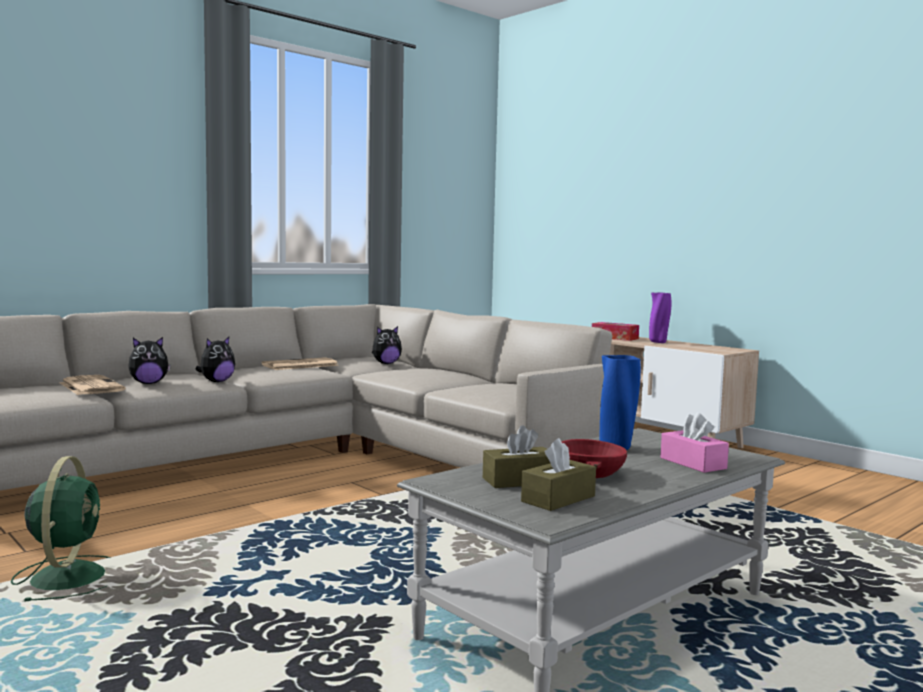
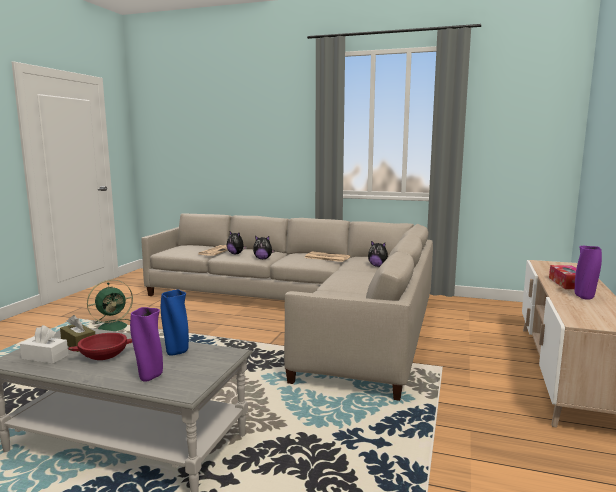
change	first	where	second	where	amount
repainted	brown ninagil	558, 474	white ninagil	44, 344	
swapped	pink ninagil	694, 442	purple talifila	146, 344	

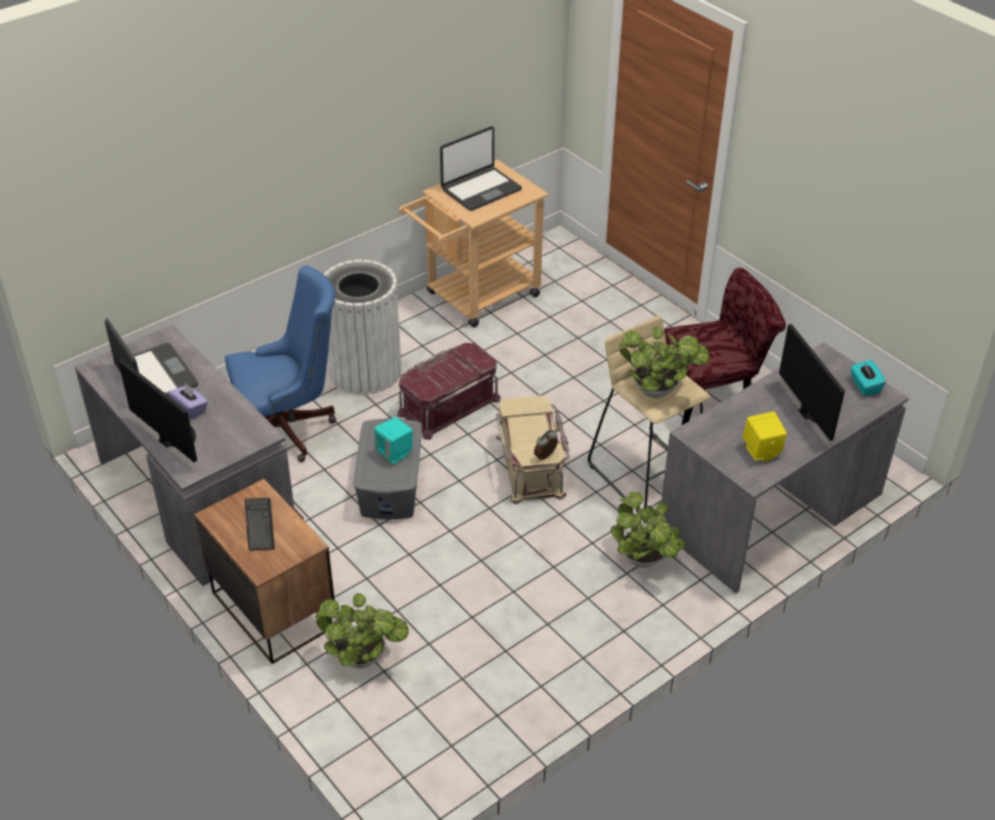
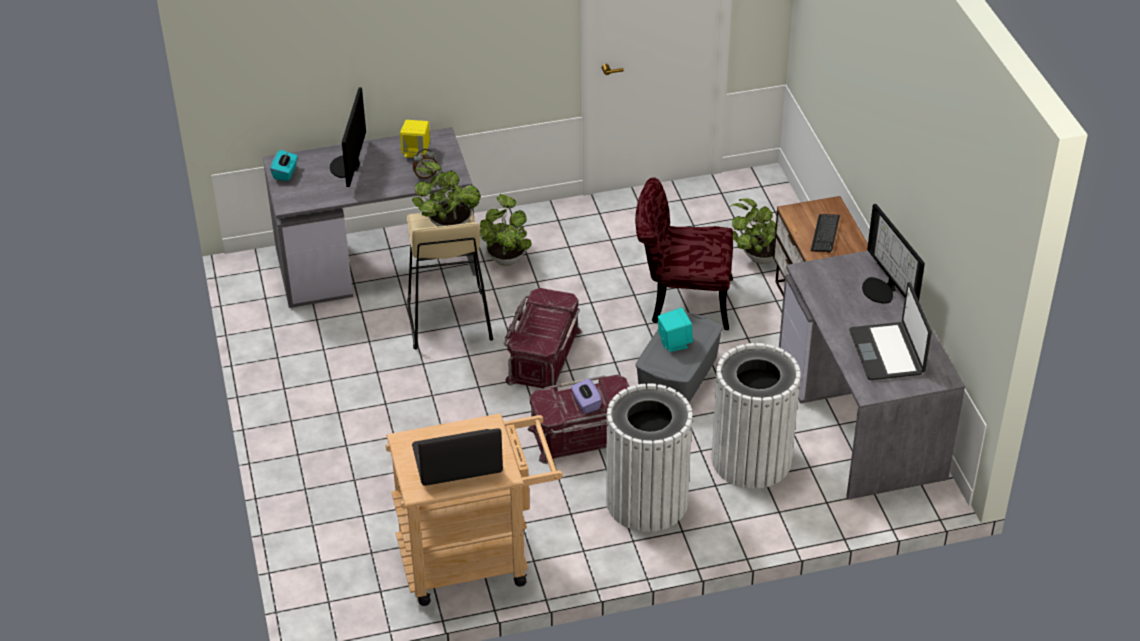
change	first	where	second	where	amount
shifted	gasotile	546, 445		425, 164	
repainted	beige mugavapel	533, 450	red mugavapel	543, 340	
shifted	purple ninagil	188, 401		586, 396	
shifted	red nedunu	725, 347		684, 253	
swapped	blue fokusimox	280, 364	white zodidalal	756, 416	

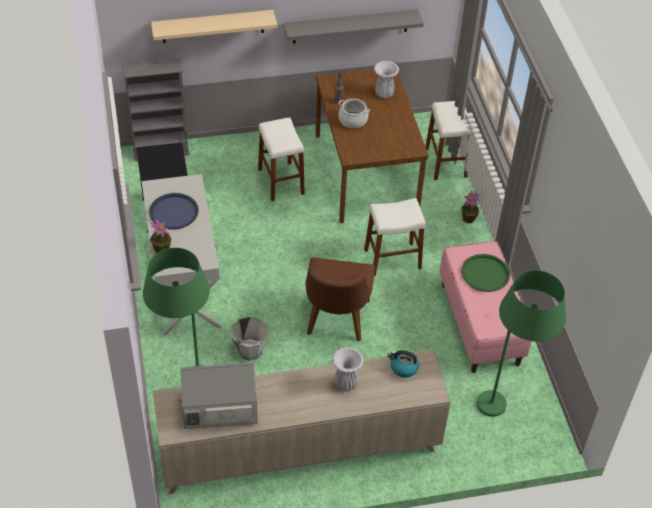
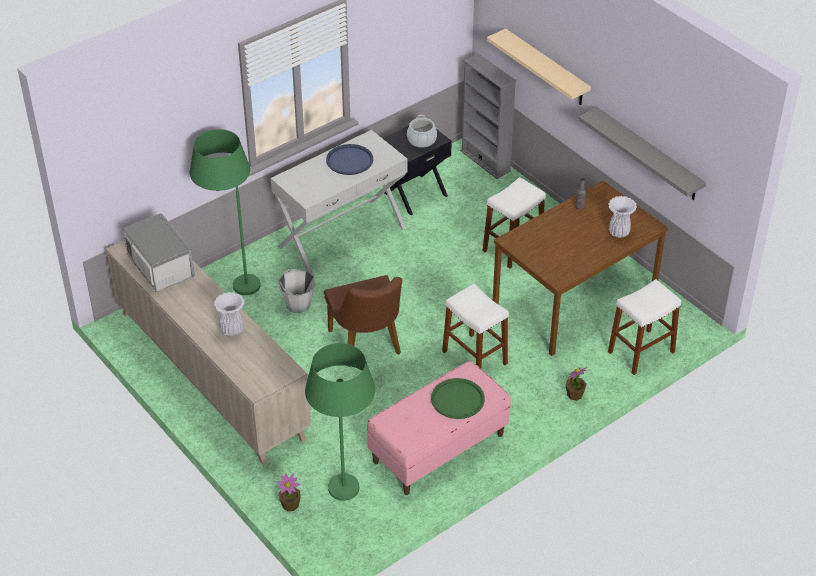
change	first	where	second	where	amount
shifted	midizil	160, 236		289, 492	
rotated	brown nedunu	340, 299		363, 321	90 degrees counterclockwise
shifted	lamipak	354, 113		422, 131	
gone	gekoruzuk	403, 364			

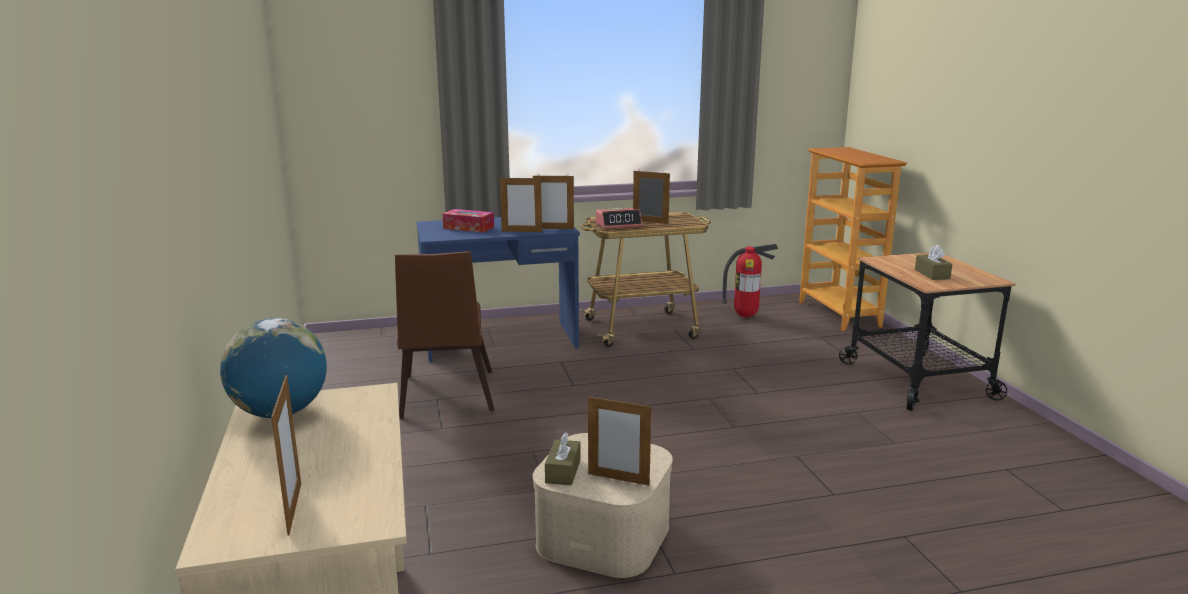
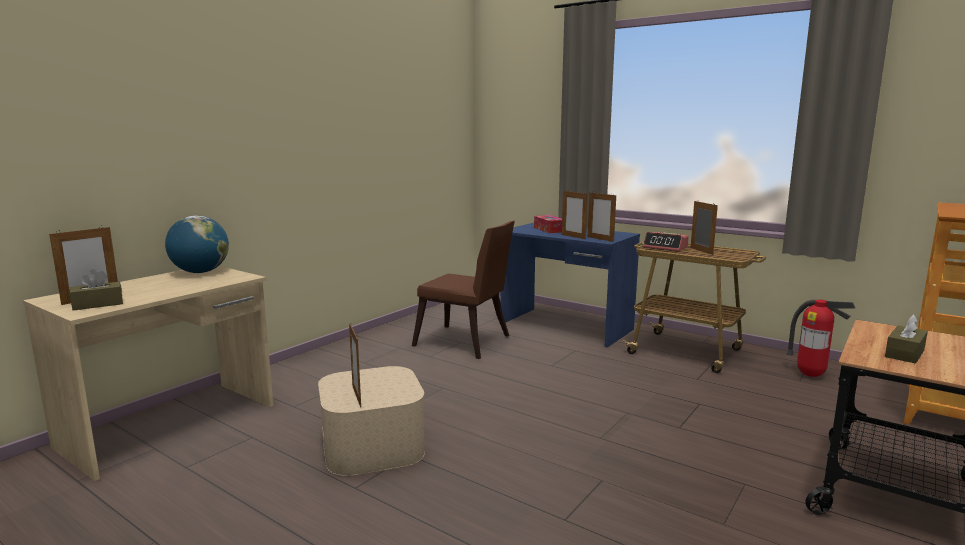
change	first	where	second	where	amount
shifted	brown ninagil	563, 458		96, 289	
rotated	brown nedunu	444, 335		463, 290	105 degrees counterclockwise

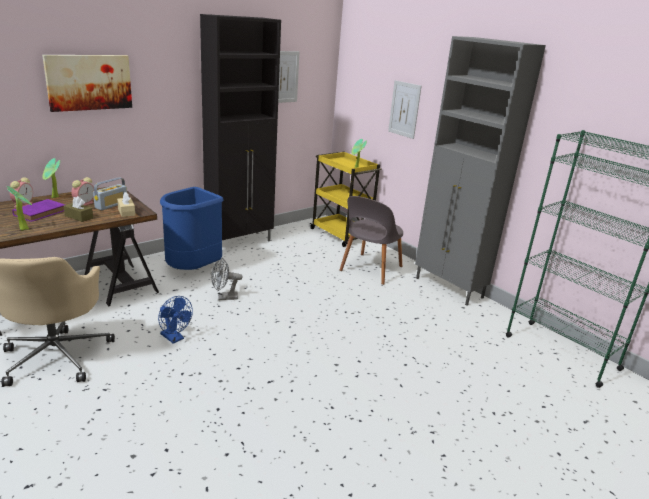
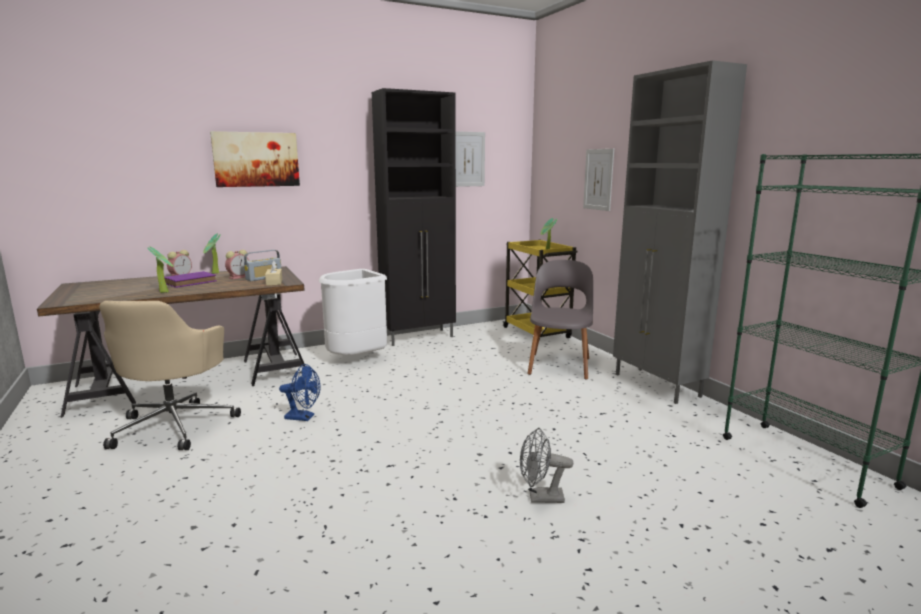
change	first	where	second	where	amount
rotated	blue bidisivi	175, 320		299, 392	45 degrees counterclockwise
repainted	blue zodidalal	192, 228	white zodidalal	353, 312	
shifted	grey bidisivi	227, 279		546, 465	
rotated	grey nedunu	371, 240		561, 320	150 degrees clockwise
gone	brown ninagil	78, 209			

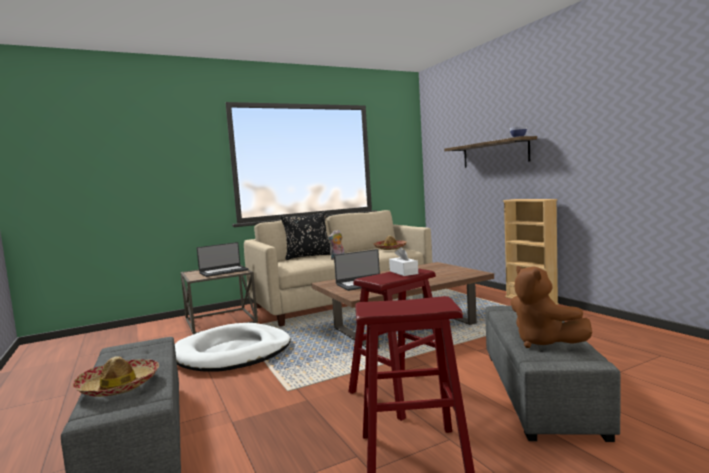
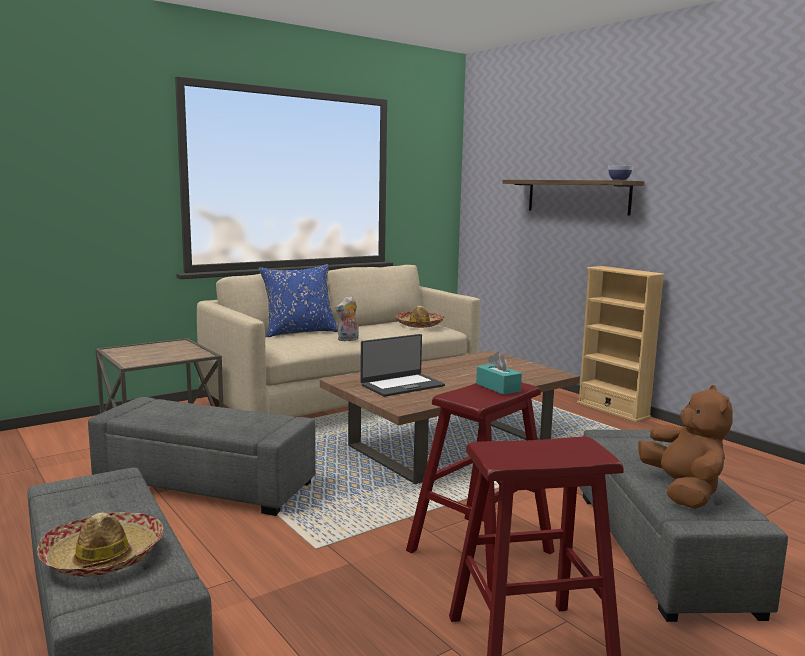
change	first	where	second	where	amount
swapped	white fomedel	233, 347	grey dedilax	202, 456	
repainted	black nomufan	305, 235	blue nomufan	298, 300	
repainted	white ninagil	403, 261	turquoise ninagil	499, 373	
rotated	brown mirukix	551, 307		685, 447	150 degrees counterclockwise
gone	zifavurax	223, 259			

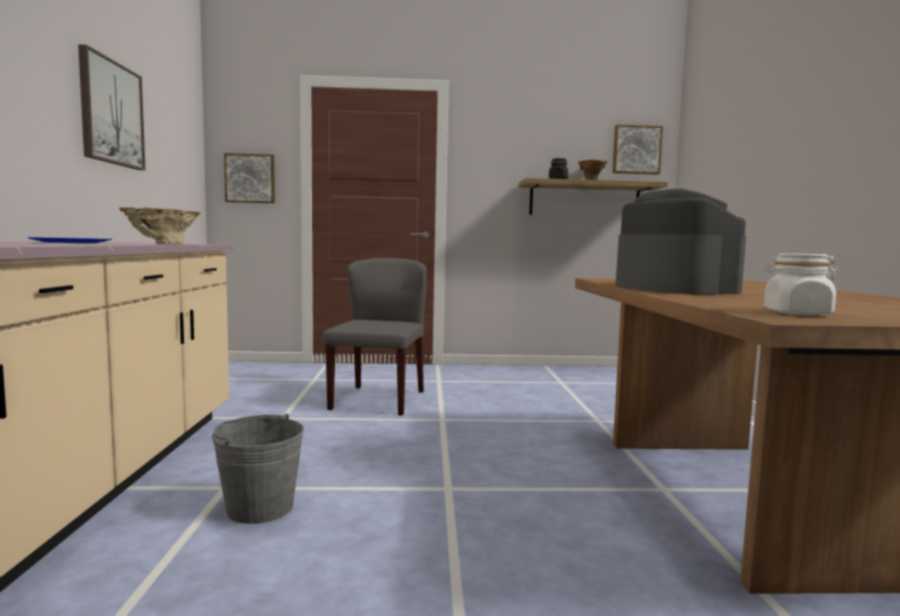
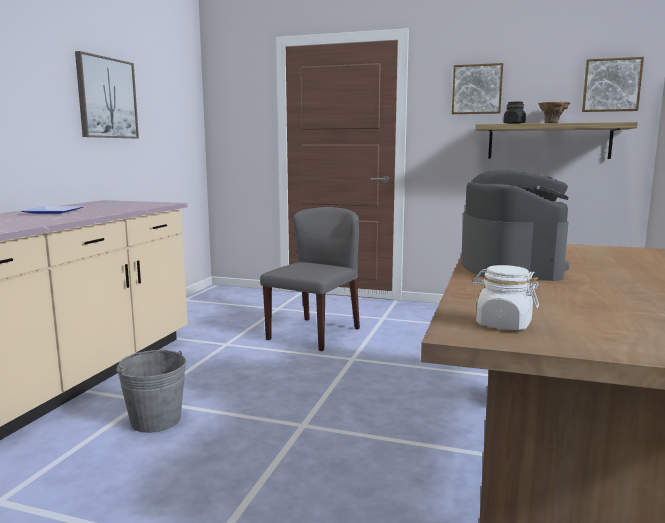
change	first	where	second	where	amount
shifted	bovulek	249, 178		477, 88	
gone	beige talifila	159, 225			

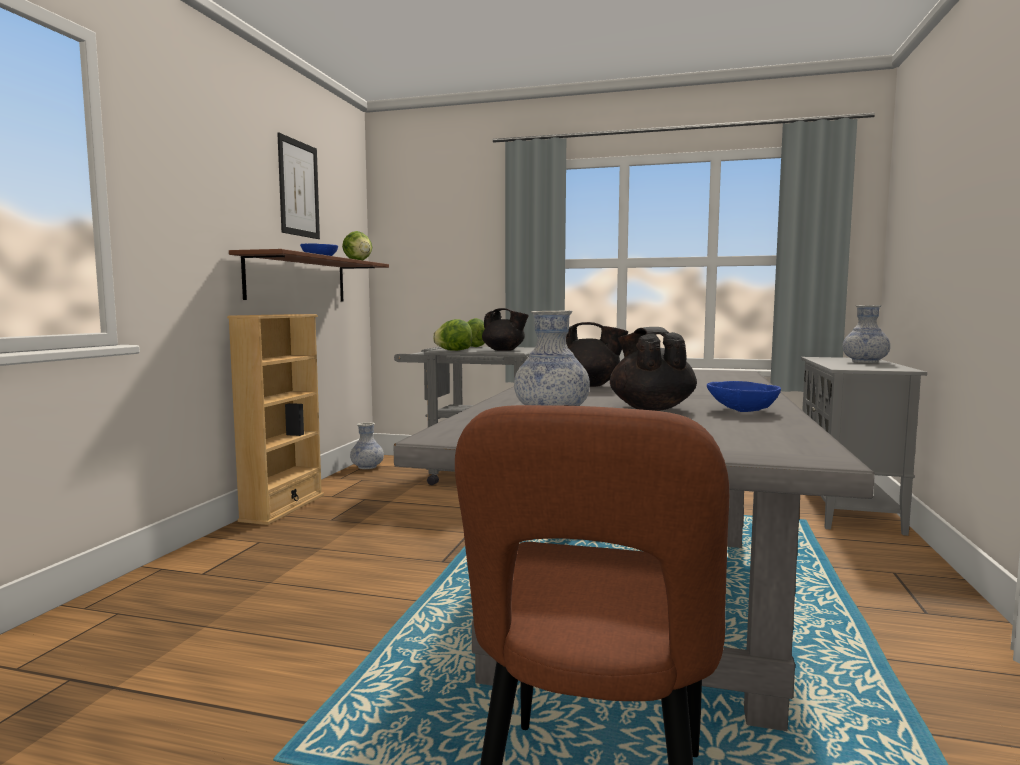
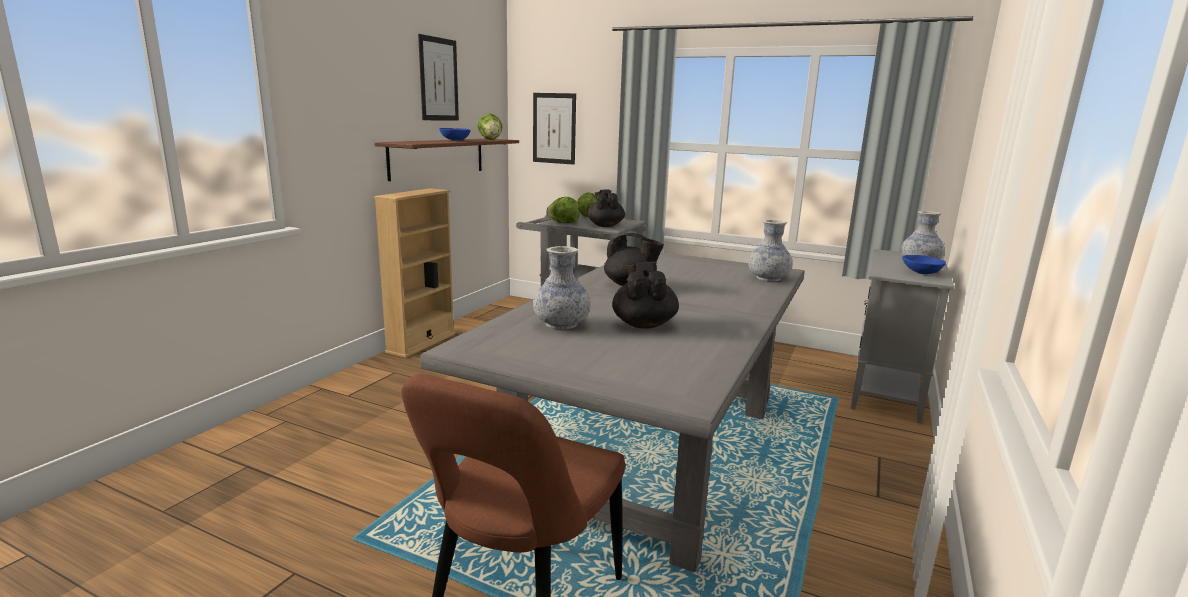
change	first	where	second	where	amount
new			bovulek	554, 129	
rotated	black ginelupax	505, 329		606, 208	135 degrees counterclockwise
shifted	talifila	367, 445		770, 250	
shifted	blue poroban	744, 396		924, 264	

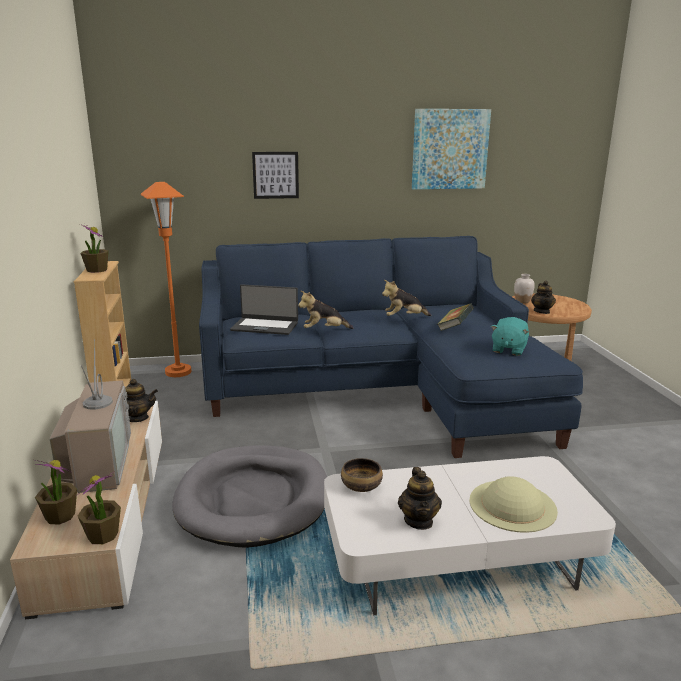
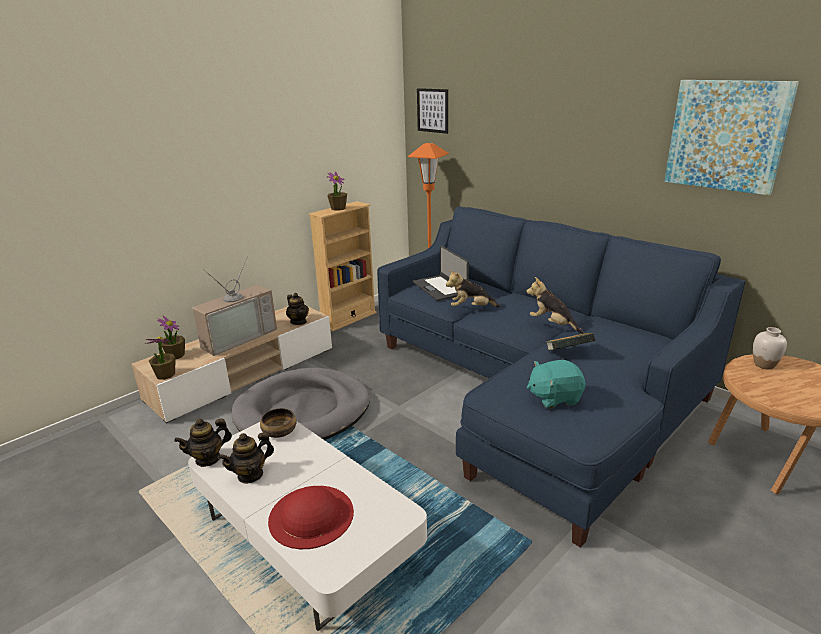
change	first	where	second	where	amount
shifted	ginelupax	543, 297		203, 443	
repainted	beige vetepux	513, 504	red vetepux	311, 517	
shifted	bovulek	275, 175		432, 111	
rotated	mirukix	326, 310		473, 288	45 degrees counterclockwise

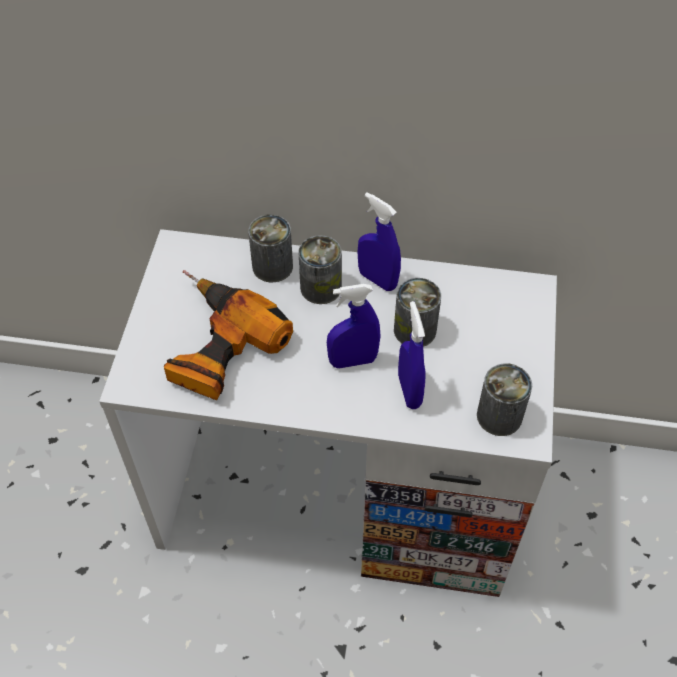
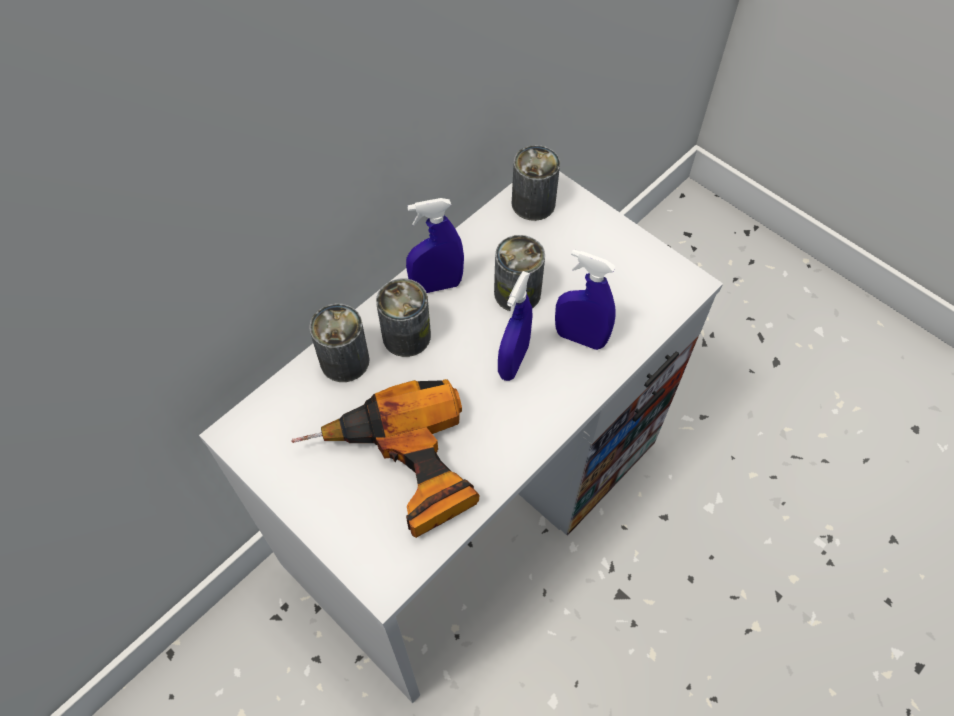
change	first	where	second	where	amount
shifted	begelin	504, 400		536, 183	

